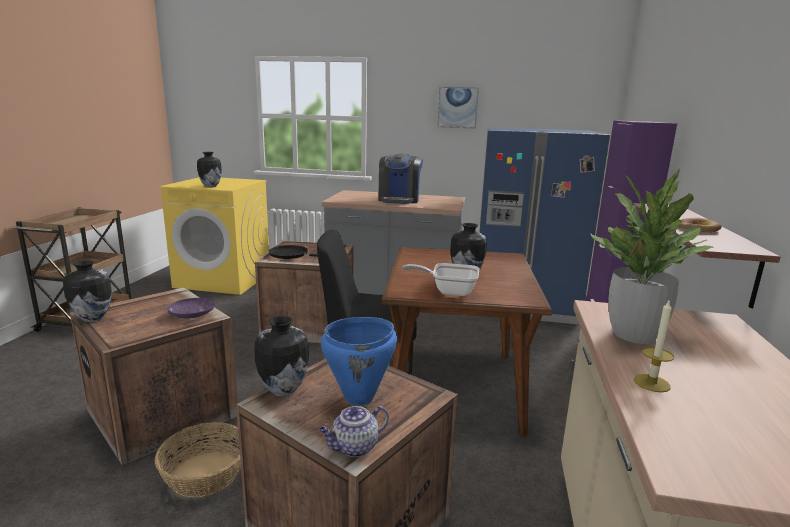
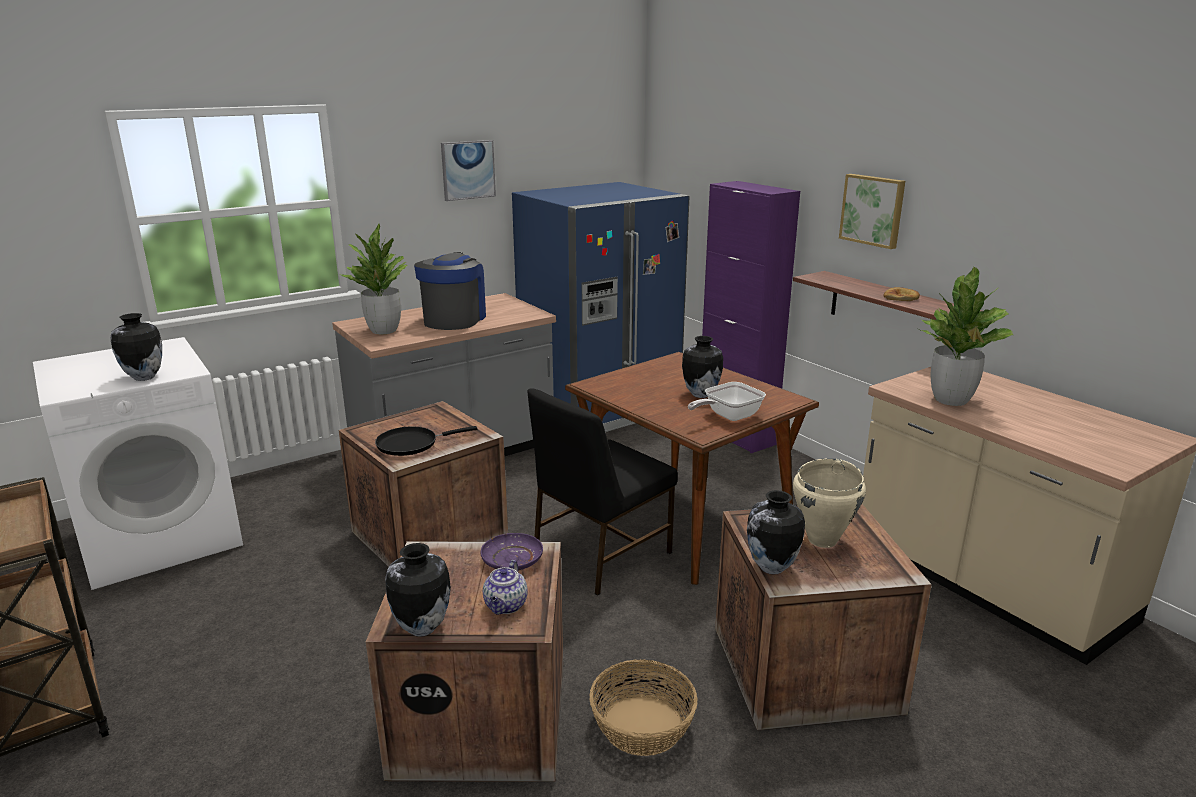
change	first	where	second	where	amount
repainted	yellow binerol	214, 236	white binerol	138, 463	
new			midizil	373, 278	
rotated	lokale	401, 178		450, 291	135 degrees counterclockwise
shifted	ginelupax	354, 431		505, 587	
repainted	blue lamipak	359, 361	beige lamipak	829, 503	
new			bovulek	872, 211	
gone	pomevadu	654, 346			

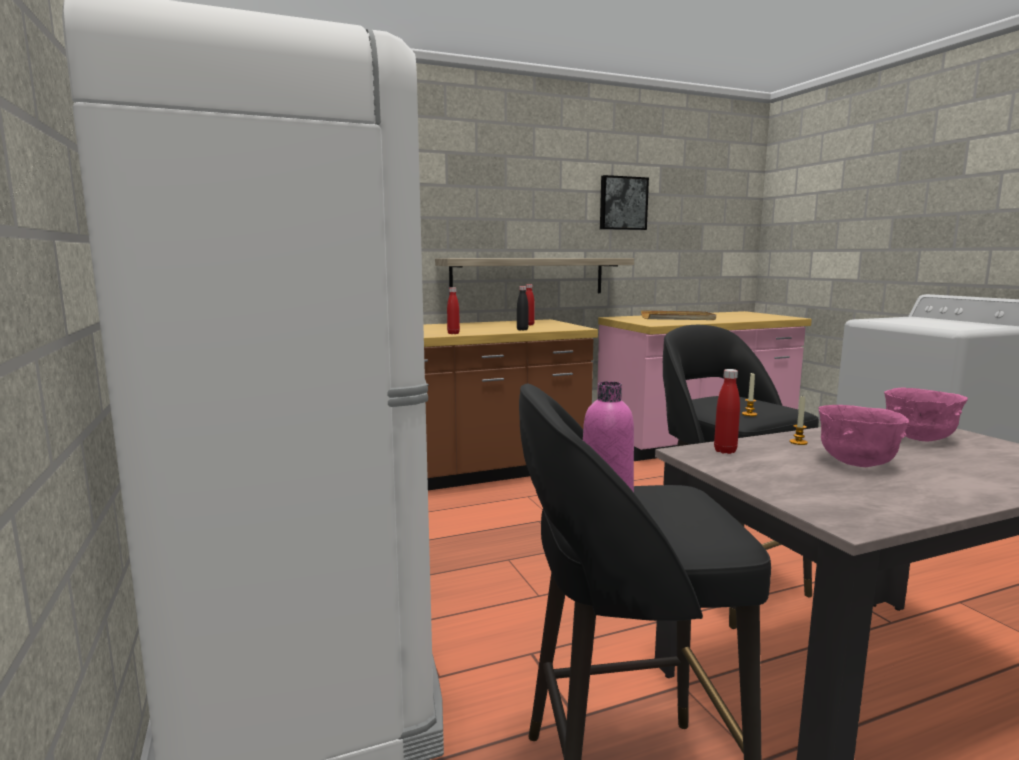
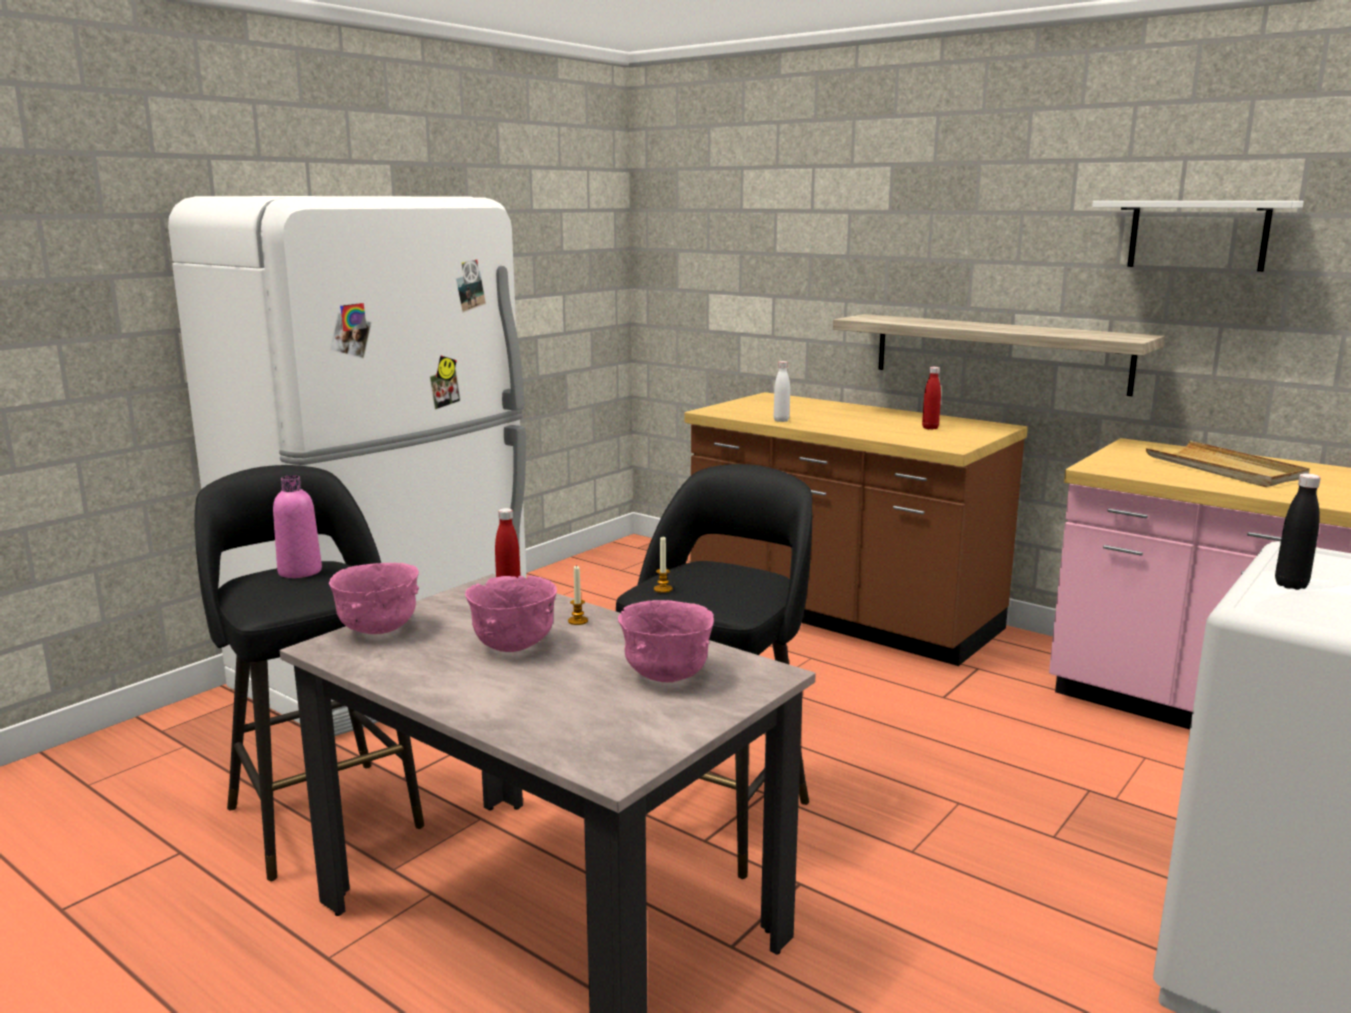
change	first	where	second	where	amount
new			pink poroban	374, 598	
repainted	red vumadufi	453, 310	white vumadufi	782, 391	
swapped	bovulek	624, 202	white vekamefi	1198, 236	
shifted	black vumadufi	522, 308		1298, 531	

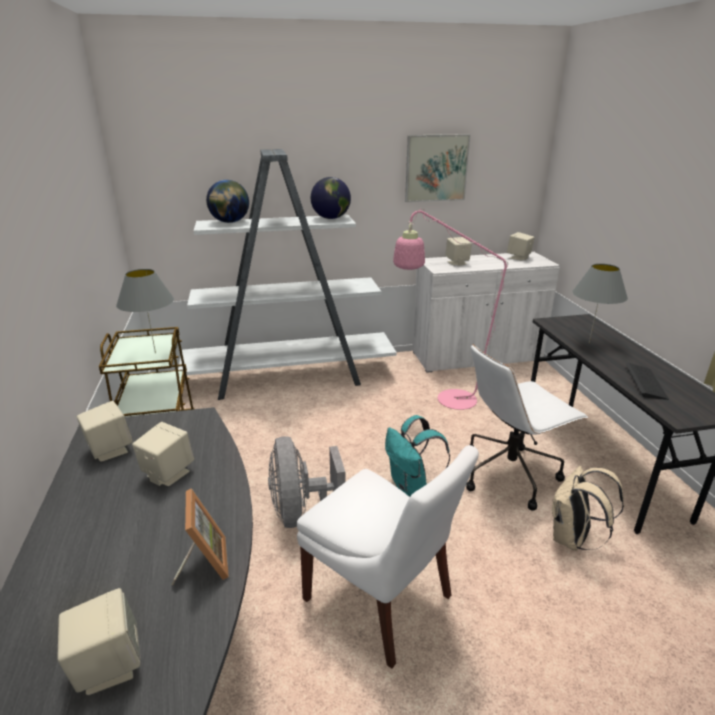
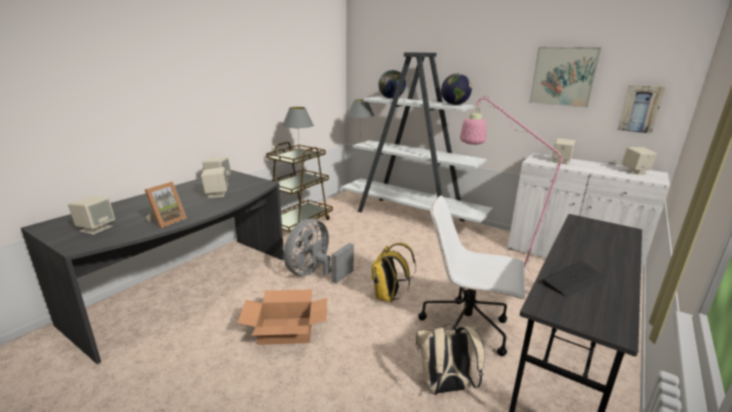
change	first	where	second	where	amount
swapped	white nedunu	388, 557	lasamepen	282, 317	
shifted	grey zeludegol	600, 303		360, 121	
repainted	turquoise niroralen	417, 456	yellow niroralen	393, 272	
new			bovulek	641, 109	

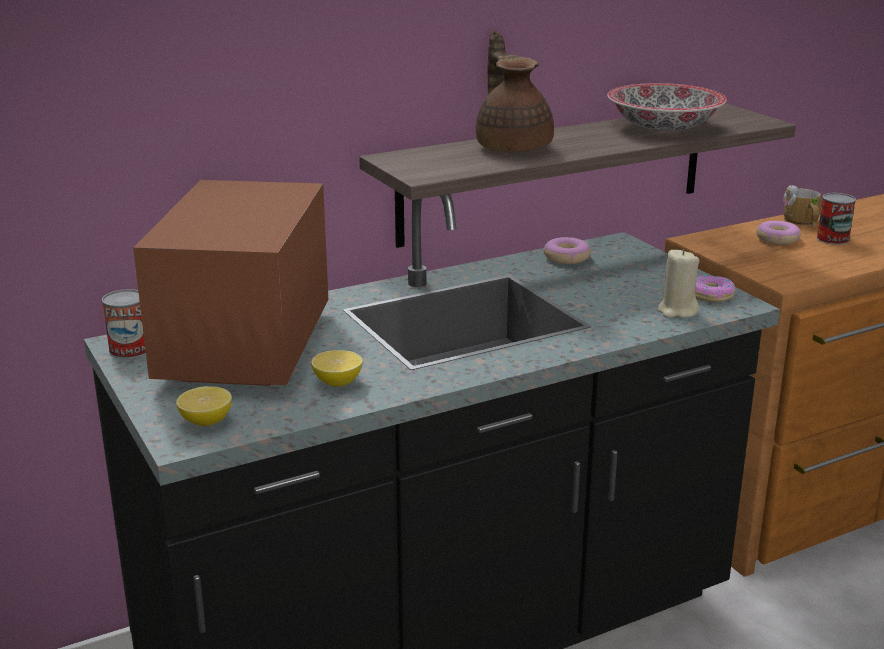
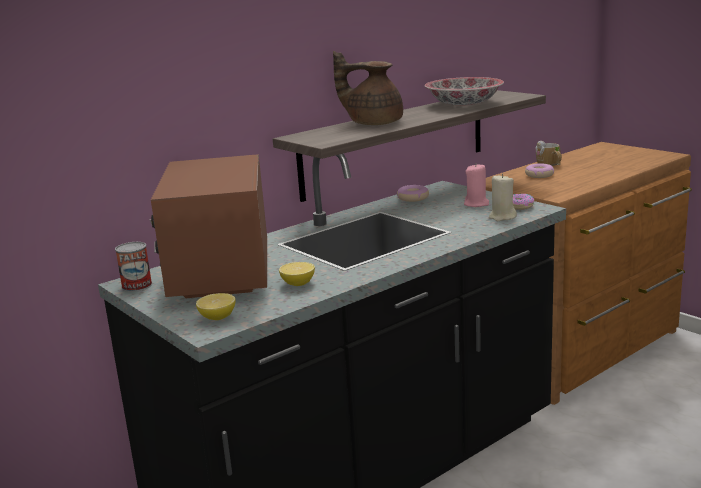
change	first	where	second	where	amount
rotated	brown ginelupax	515, 92		368, 88	45 degrees counterclockwise
new			pink pomevadu	476, 185	
gone	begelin	836, 219			

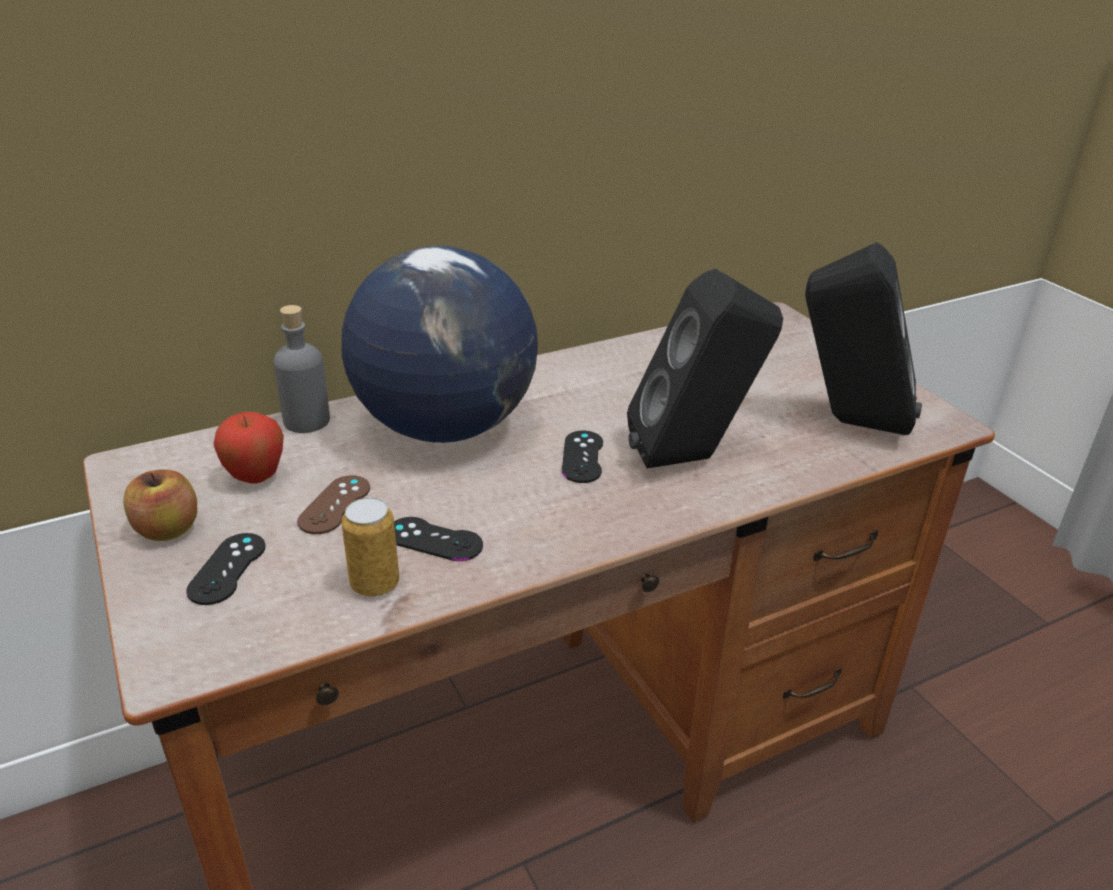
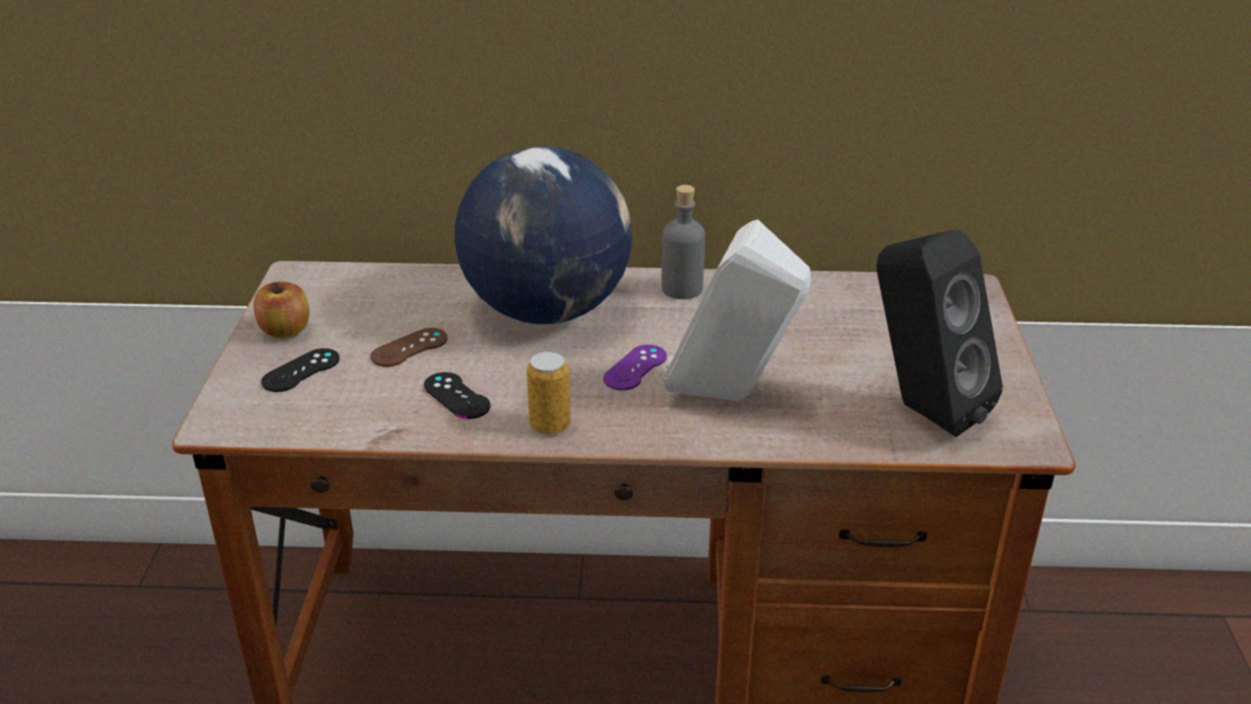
change	first	where	second	where	amount
shifted	begelin	370, 547		549, 393	
repainted	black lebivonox	582, 457	purple lebivonox	635, 367	
shifted	grey vumadufi	302, 369		683, 242	
repainted	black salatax	705, 369	white salatax	737, 310	
gone	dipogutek	249, 447			

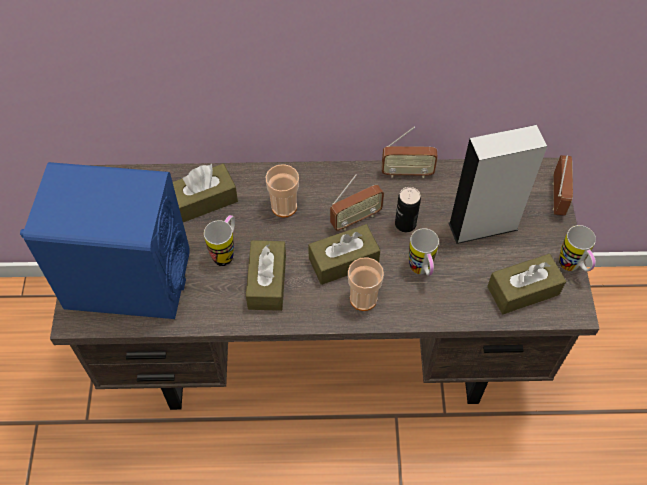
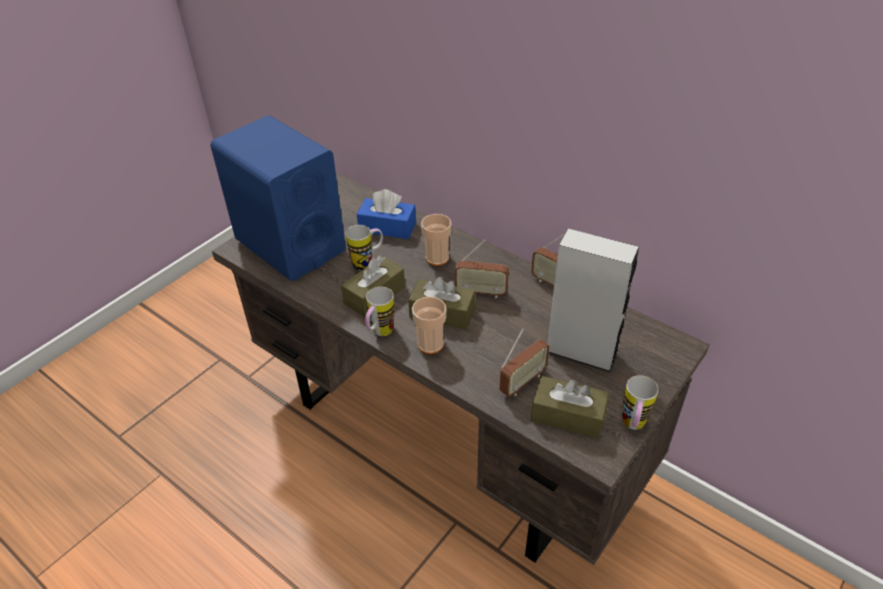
change	first	where	second	where	amount
repainted	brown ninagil	205, 193	blue ninagil	386, 214	
shifted	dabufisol	424, 252		379, 311	
shifted	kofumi	562, 185		525, 362	
gone	begelin	408, 209			

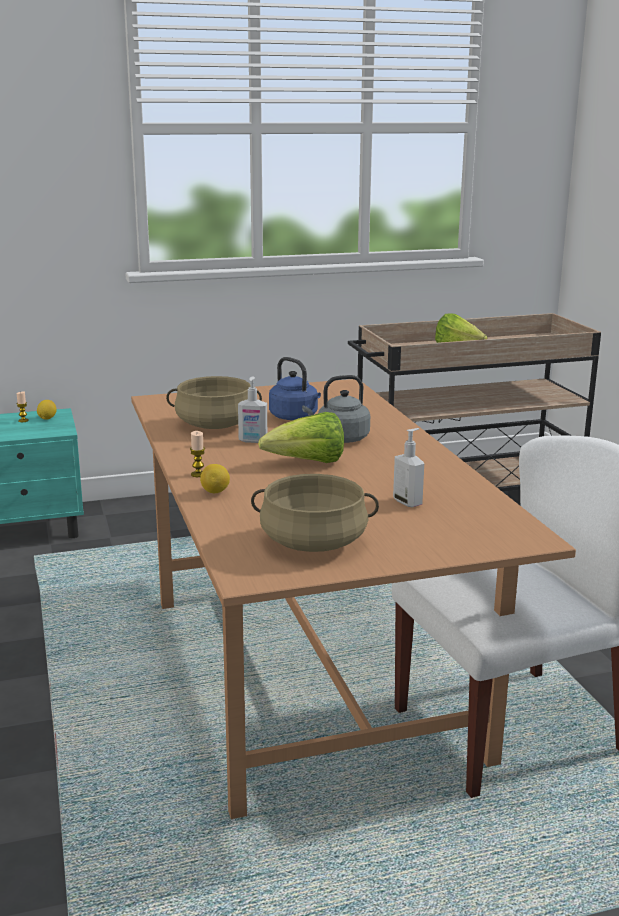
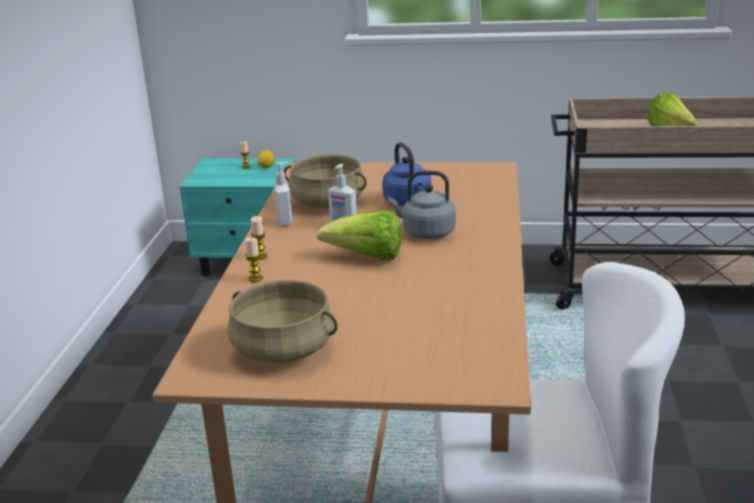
change	first	where	second	where	amount
swapped	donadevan	215, 478	pomevadu	254, 259	
shifted	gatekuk	408, 467		283, 194	

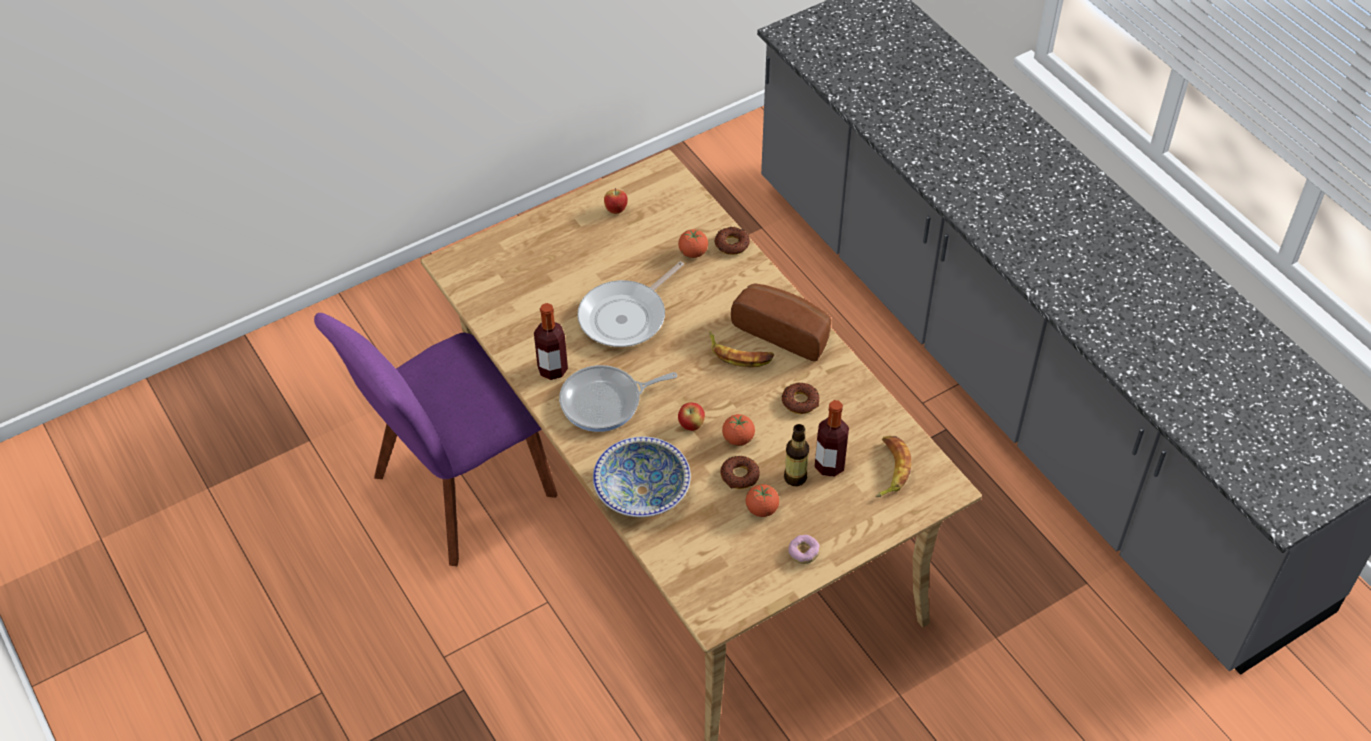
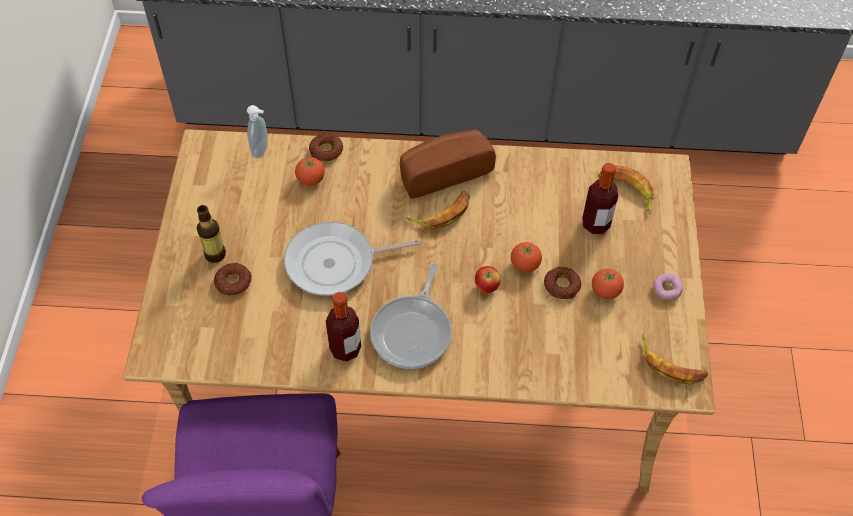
change	first	where	second	where	amount
shifted	vumadufi	796, 455		211, 234	
shifted	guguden	800, 398		232, 279	
new			gatekuk	257, 131	
rotated	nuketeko	630, 304		352, 259	90 degrees clockwise
new			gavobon	675, 359	
gone	poroban	642, 477			
gone	dipogutek	616, 201			

